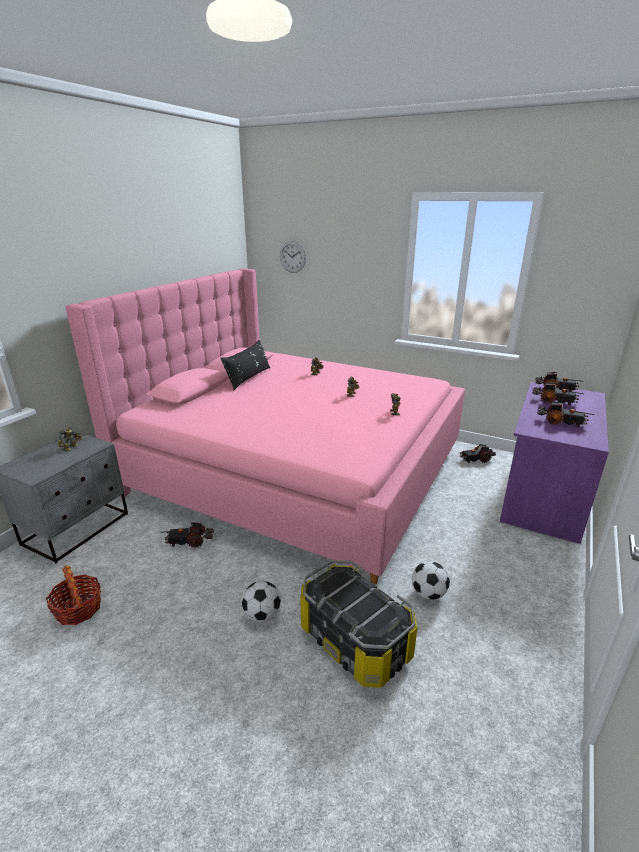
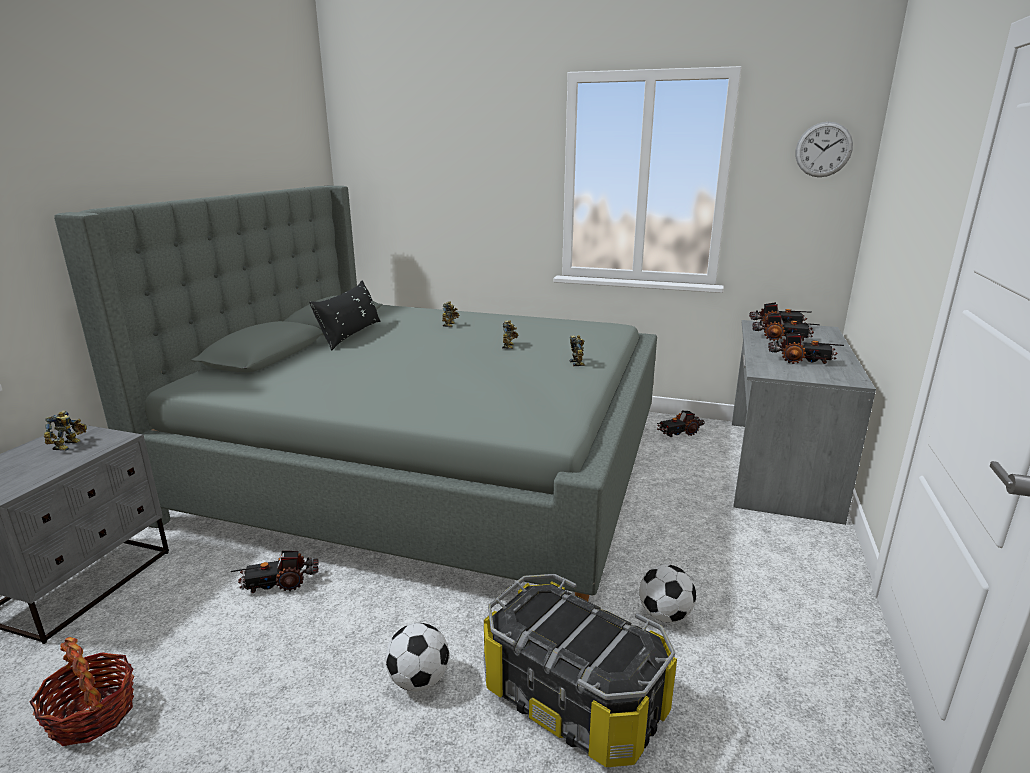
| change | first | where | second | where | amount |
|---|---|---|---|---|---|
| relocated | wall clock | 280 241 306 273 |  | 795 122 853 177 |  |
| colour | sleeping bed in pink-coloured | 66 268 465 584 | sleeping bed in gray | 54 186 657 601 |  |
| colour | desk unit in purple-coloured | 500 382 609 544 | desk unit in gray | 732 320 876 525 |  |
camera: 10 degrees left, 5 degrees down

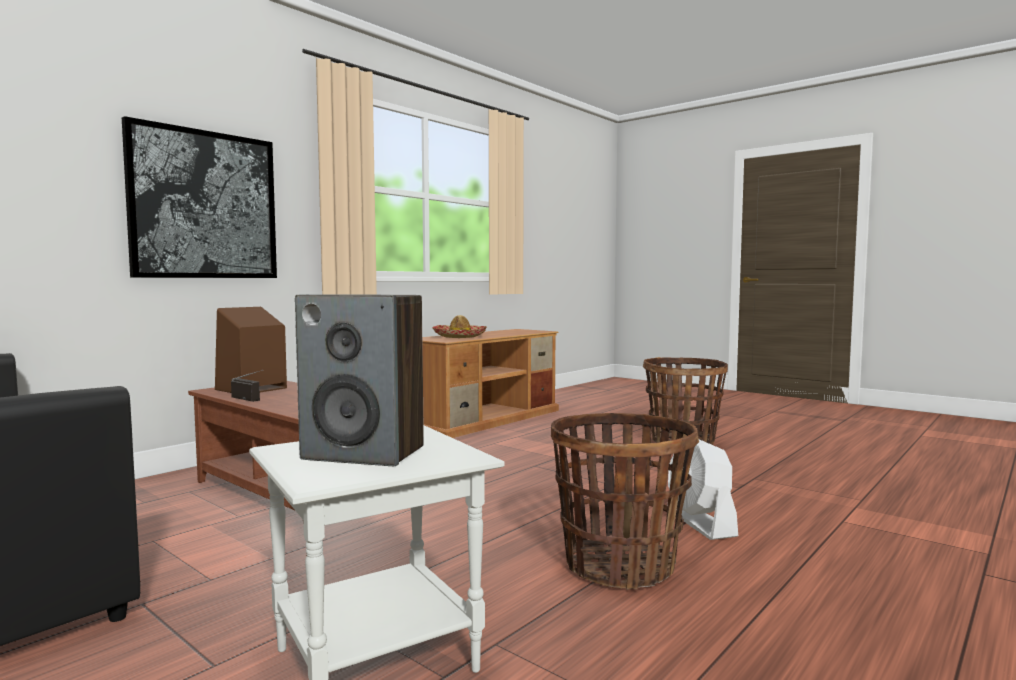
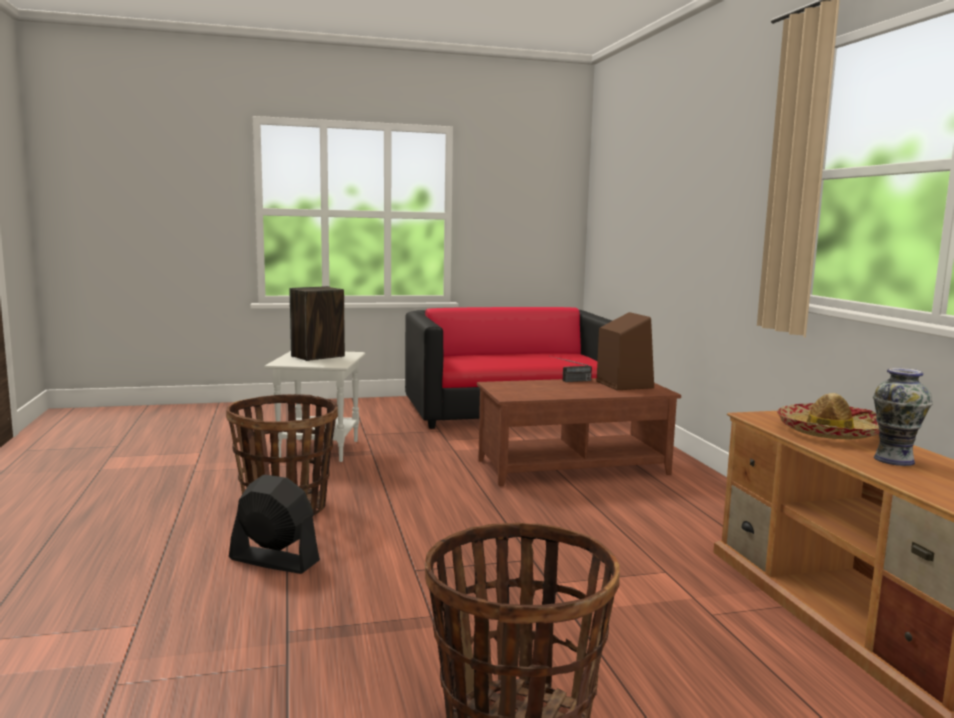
| change | first | where | second | where | amount |
|---|---|---|---|---|---|
| missing | wall picture | 122 116 277 278 |  |  |  |
| appeared |  |  | decorative vase | 873 368 933 466 |  |
| colour | electric fan in white | 667 439 738 540 | electric fan in black-coloured | 229 475 320 574 |  |
camera: 125 degrees right, 5 degrees up

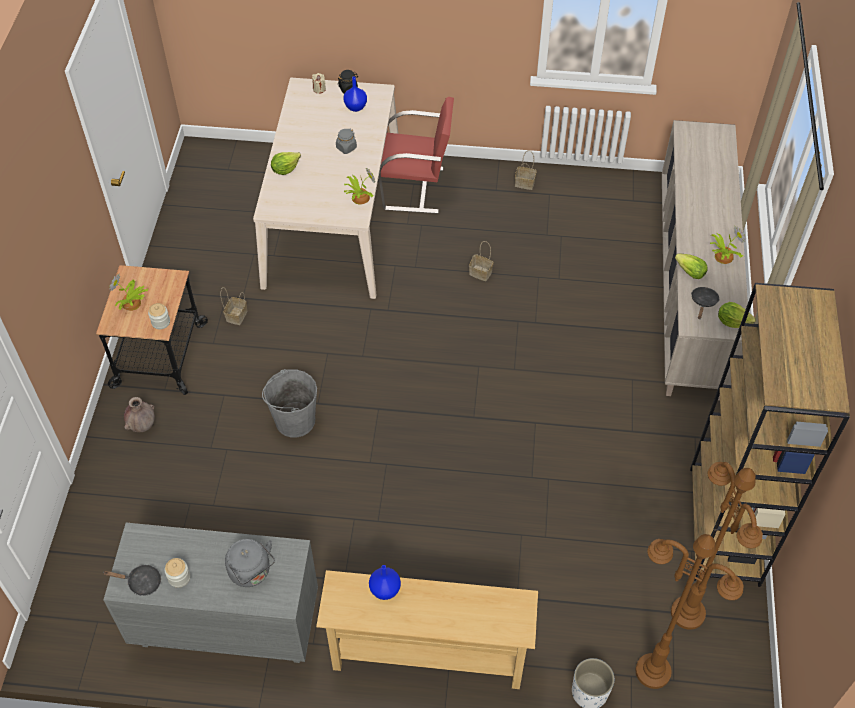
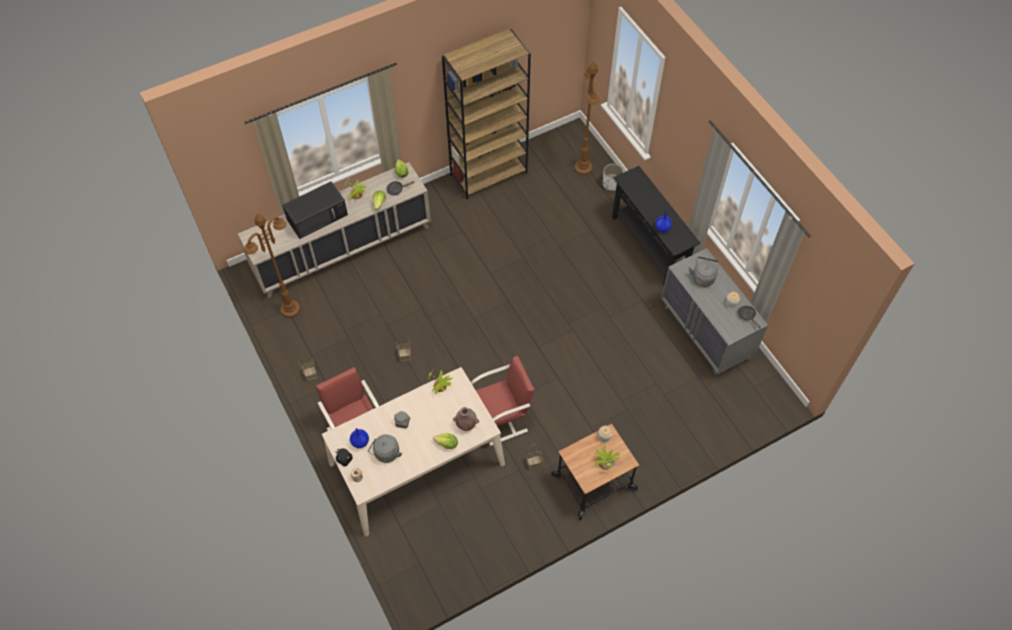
| change | first | where | second | where | amount |
|---|---|---|---|---|---|
| missing | bucket in gray | 262 369 317 438 |  |  |  |
| appeared |  |  | kitchen microwave in black-coloured | 282 181 348 239 |  |
| appeared |  |  | kettle in gray | 368 434 402 463 |  |
| appeared |  |  | plain chair in red-coloured | 471 356 535 446 |  |
| relocated | decorative vase in brown | 124 397 155 432 |  | 453 407 479 431 |  |
| relocated | standing lamp in brown | 671 462 763 630 |  | 244 214 300 318 |  |
| colour | hall table in sand-coloured | 316 570 538 689 | hall table in black-coloured | 612 166 700 286 |  |
camera: 125 degrees left, 5 degrees up

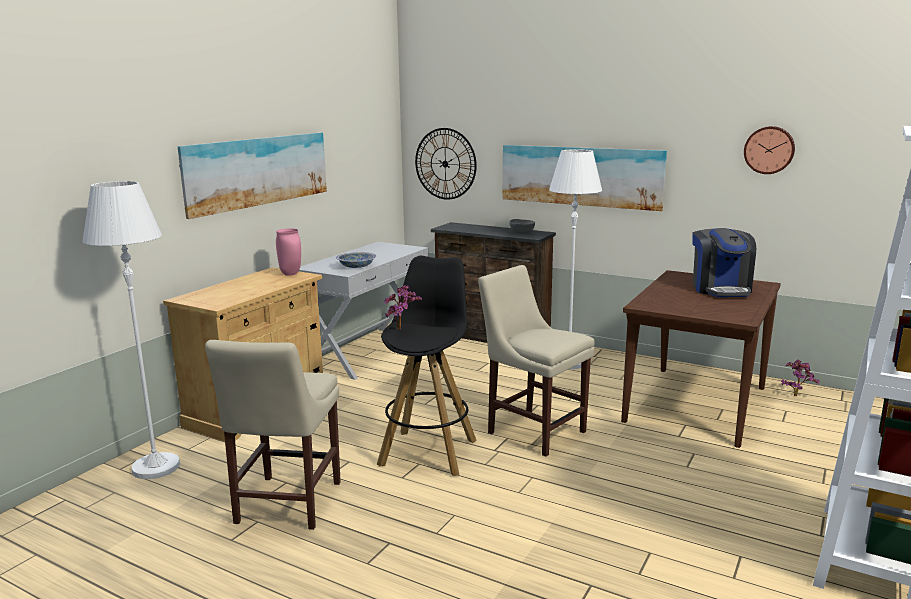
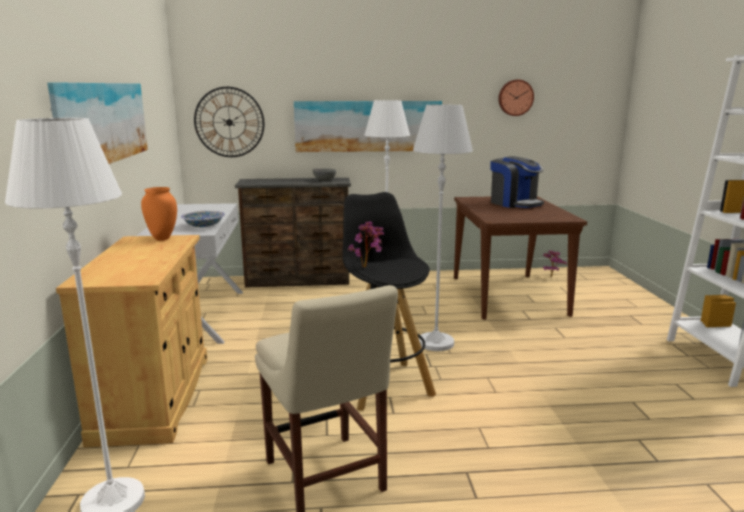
| change | first | where | second | where | amount |
|---|---|---|---|---|---|
| exchanged | plain chair in sand-coloured | 478 265 595 457 | standing lamp in white | 413 104 473 351 |  |
| colour | decorative vase in pink-coloured | 276 228 301 276 | decorative vase in orangey | 141 187 177 241 |  |
camera: 35 degrees left, 0 degrees up

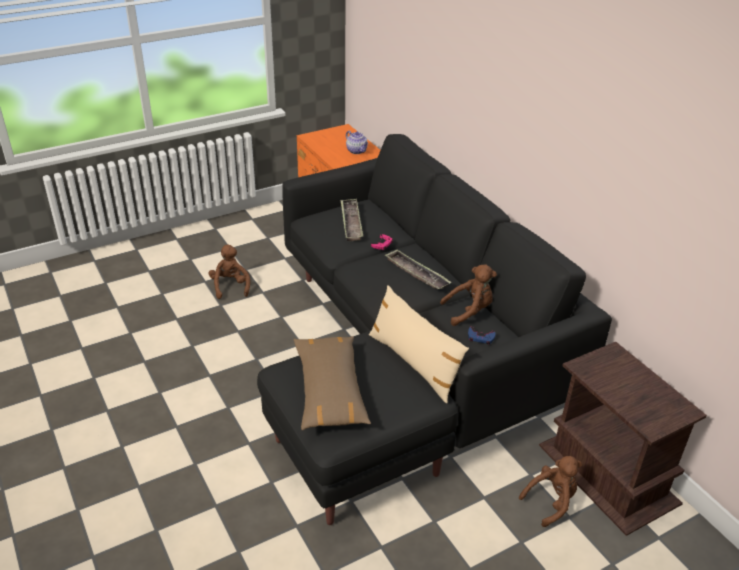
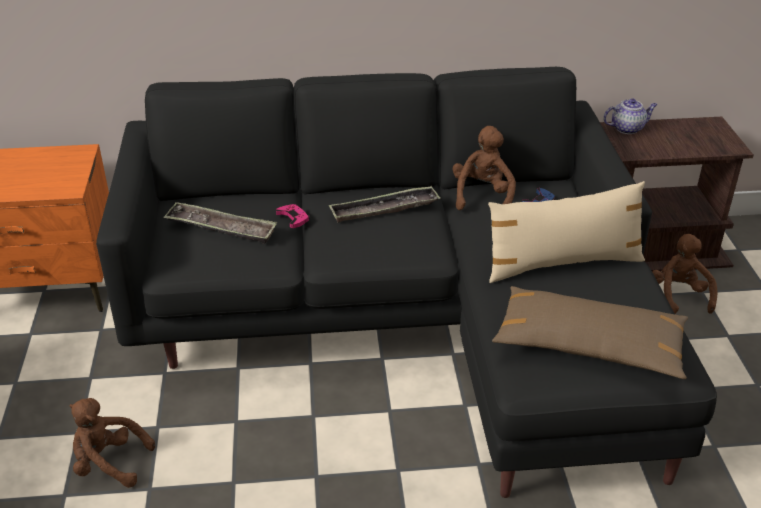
| change | first | where | second | where | amount |
|---|---|---|---|---|---|
| relocated | teapot | 346 131 368 154 |  | 603 98 657 134 |  |
camera: 65 degrees left, 0 degrees up

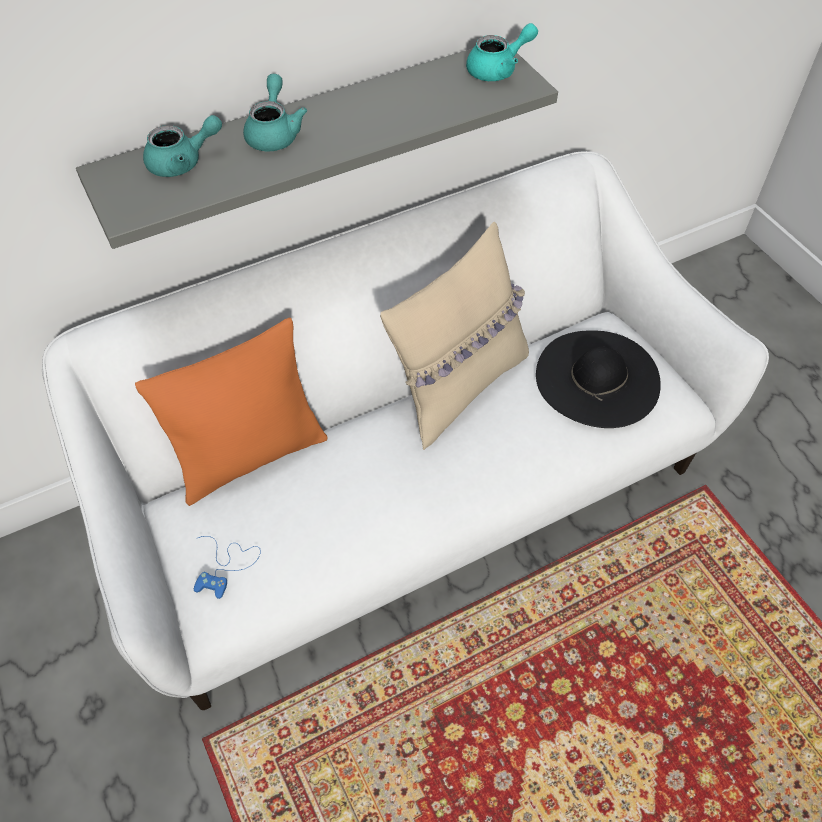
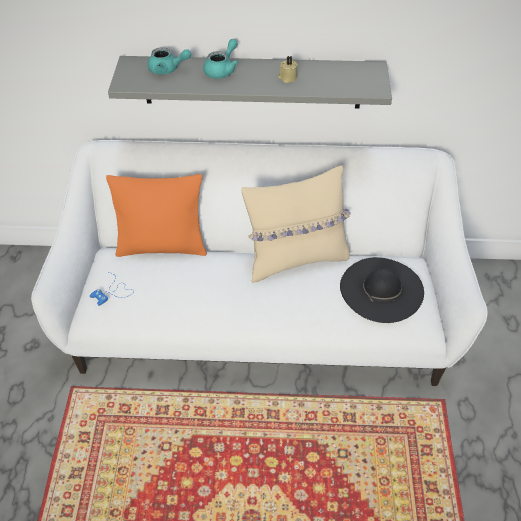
| change | first | where | second | where | amount |
|---|---|---|---|---|---|
| missing | teapot in blue-green | 466 23 538 81 |  |  |  |
| appeared |  |  | wax light in sand-coloured | 278 56 298 83 |  |
camera: 30 degrees right, 5 degrees down

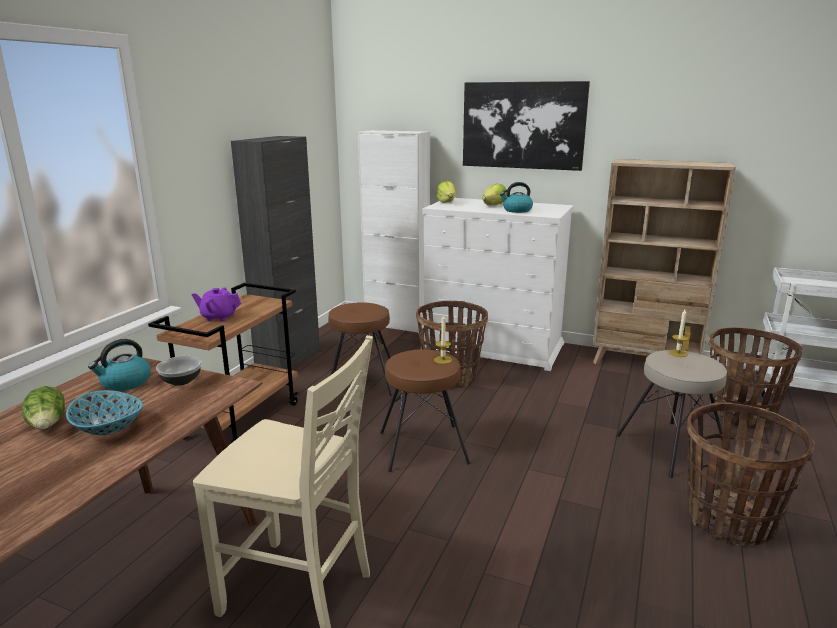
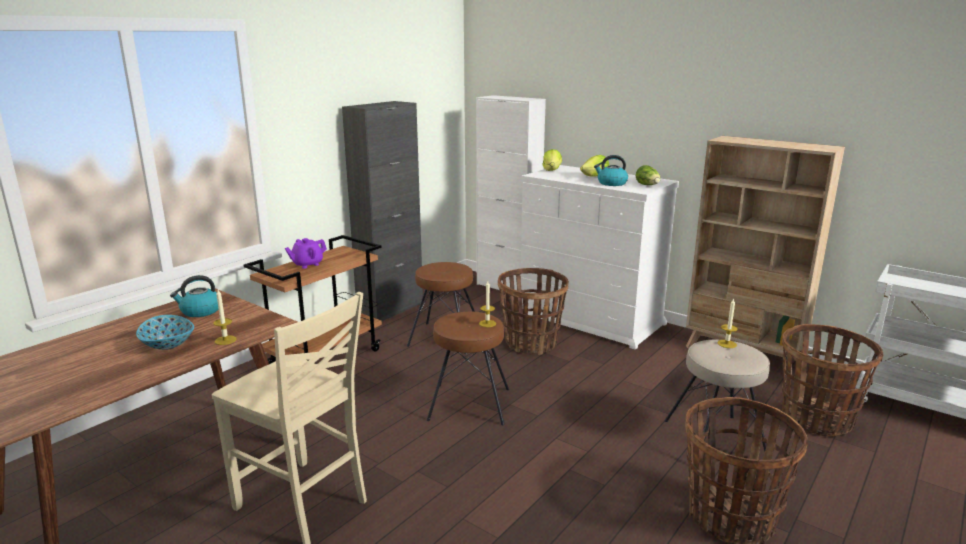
| change | first | where | second | where | amount |
|---|---|---|---|---|---|
| missing | deep dish | 156 356 202 386 |  |  |  |
| missing | wall picture | 463 81 590 171 |  |  |  |
| appeared |  |  | wax light | 214 290 237 345 |  |
| relocated | lettuce head | 22 386 65 430 |  | 636 165 660 185 |  |
| spun | teapot in purple-coloured | 192 287 241 322 |  | 285 238 327 269 | 60 degrees counterclockwise |
camera: 15 degrees right, 0 degrees up

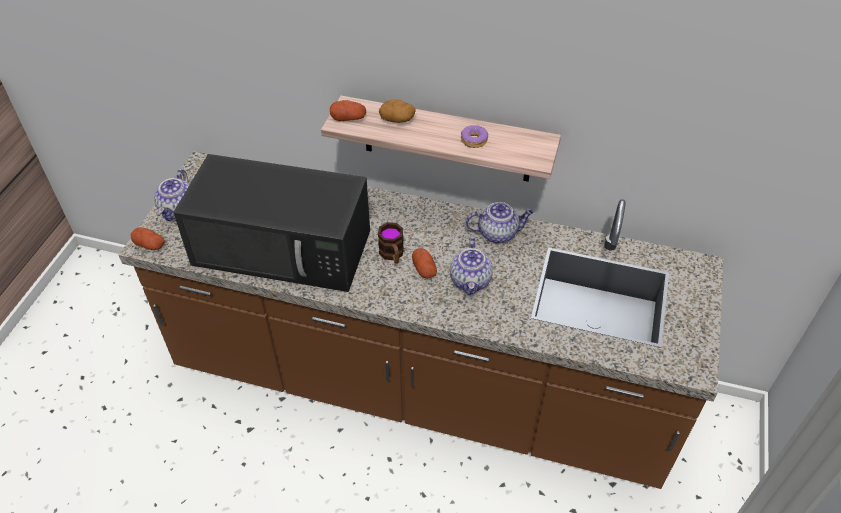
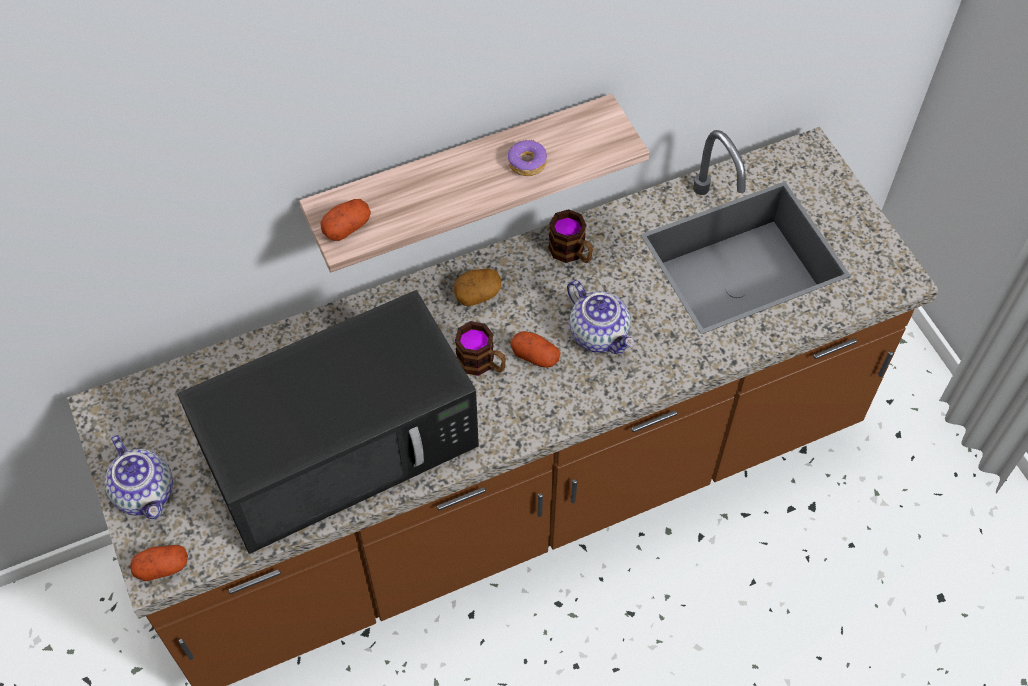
| change | first | where | second | where | amount |
|---|---|---|---|---|---|
| relocated | whole potato | 379 100 416 123 |  | 453 268 502 306 |  |
| exchanged | teapot | 466 202 533 243 | tea mug | 548 209 593 263 |  |
camera: 40 degrees left, 10 degrees up

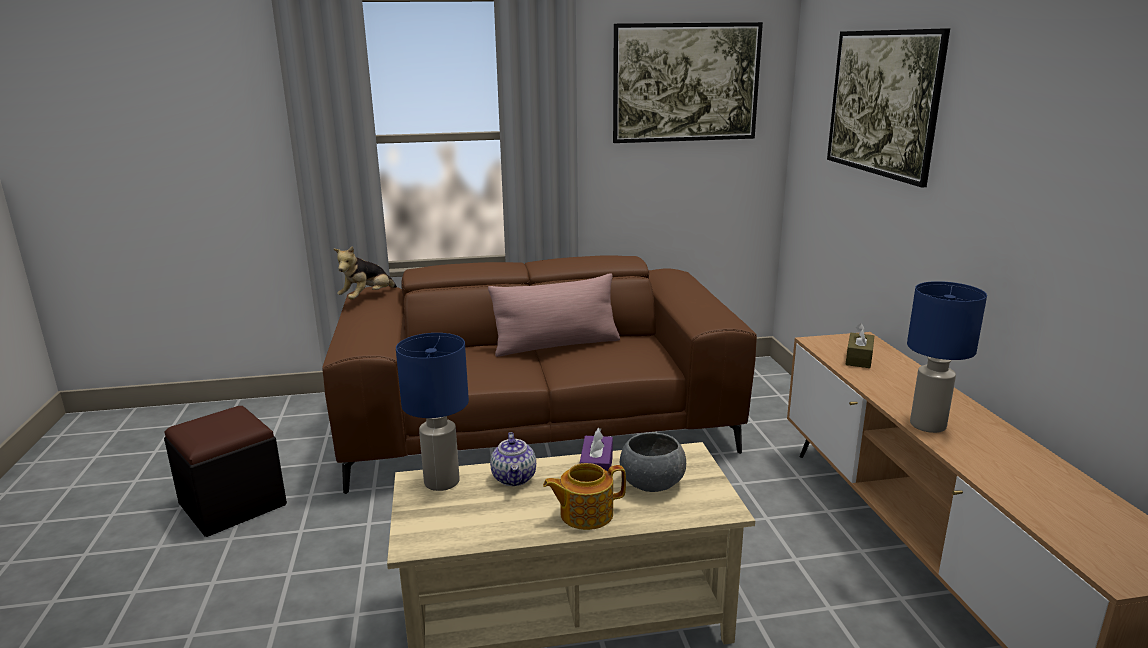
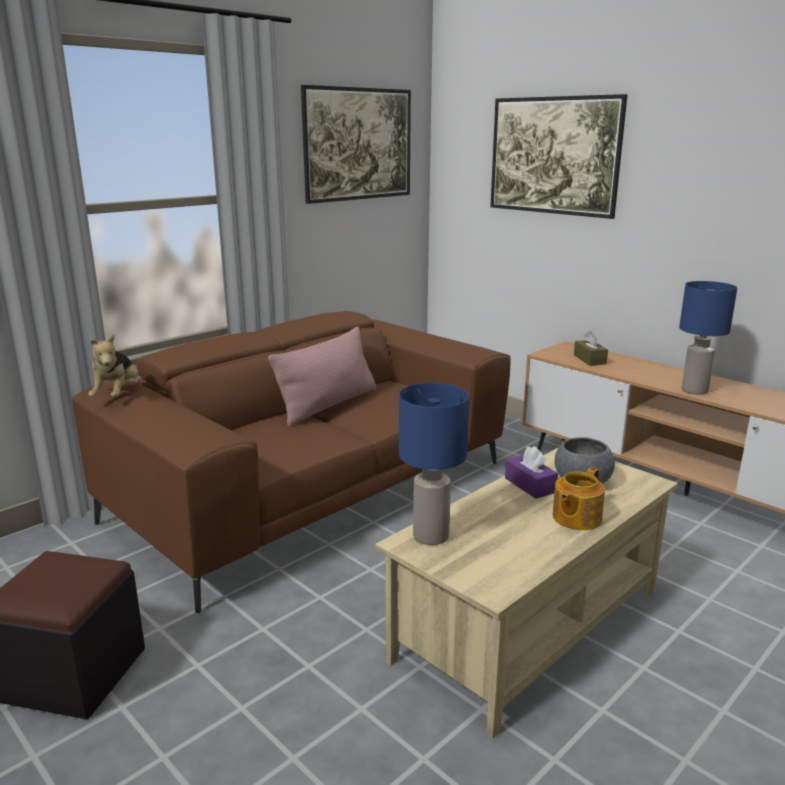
| change | first | where | second | where | amount |
|---|---|---|---|---|---|
| missing | teapot | 490 432 536 486 |  |  |  |
camera: 35 degrees left, 0 degrees up

